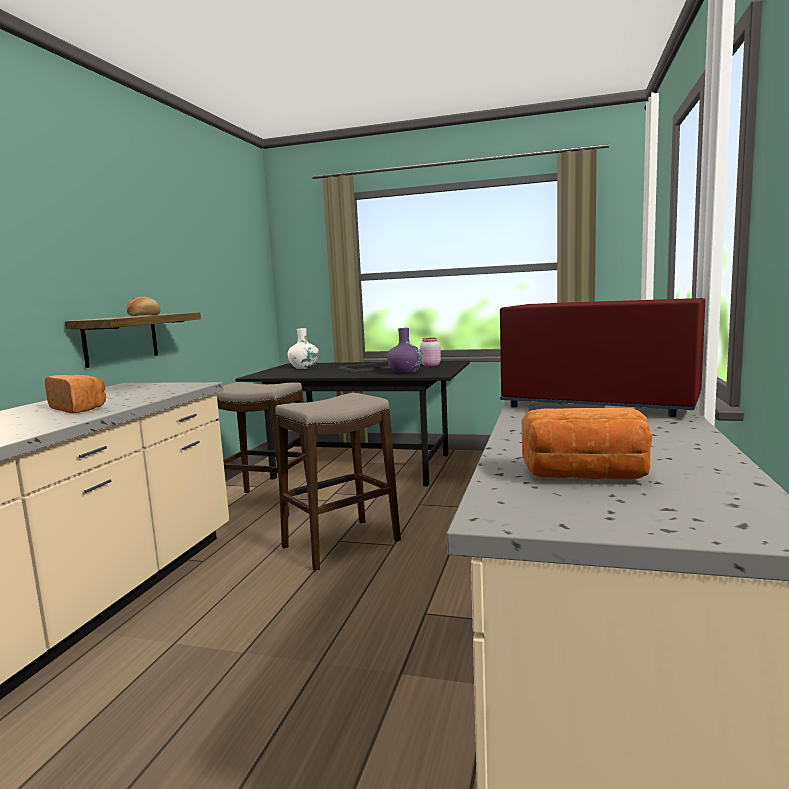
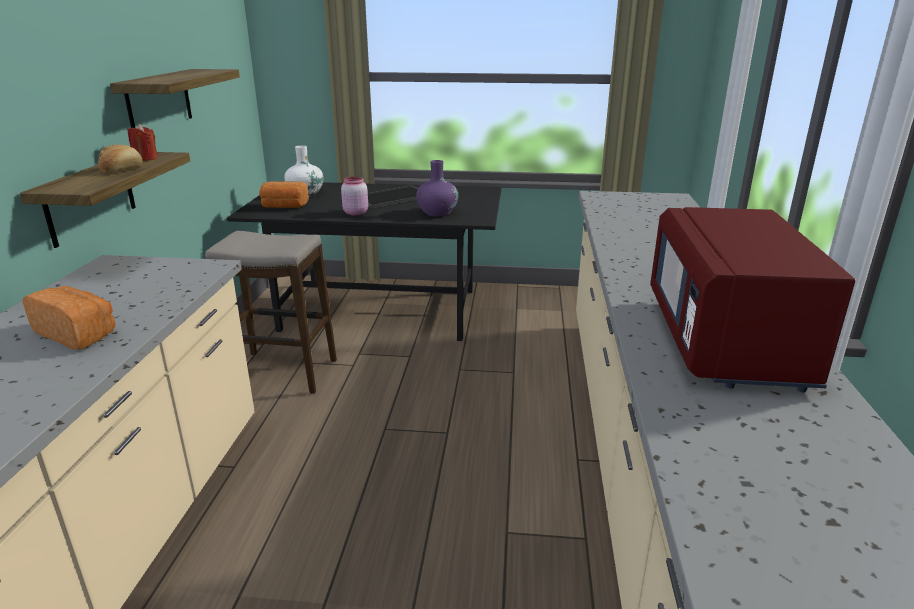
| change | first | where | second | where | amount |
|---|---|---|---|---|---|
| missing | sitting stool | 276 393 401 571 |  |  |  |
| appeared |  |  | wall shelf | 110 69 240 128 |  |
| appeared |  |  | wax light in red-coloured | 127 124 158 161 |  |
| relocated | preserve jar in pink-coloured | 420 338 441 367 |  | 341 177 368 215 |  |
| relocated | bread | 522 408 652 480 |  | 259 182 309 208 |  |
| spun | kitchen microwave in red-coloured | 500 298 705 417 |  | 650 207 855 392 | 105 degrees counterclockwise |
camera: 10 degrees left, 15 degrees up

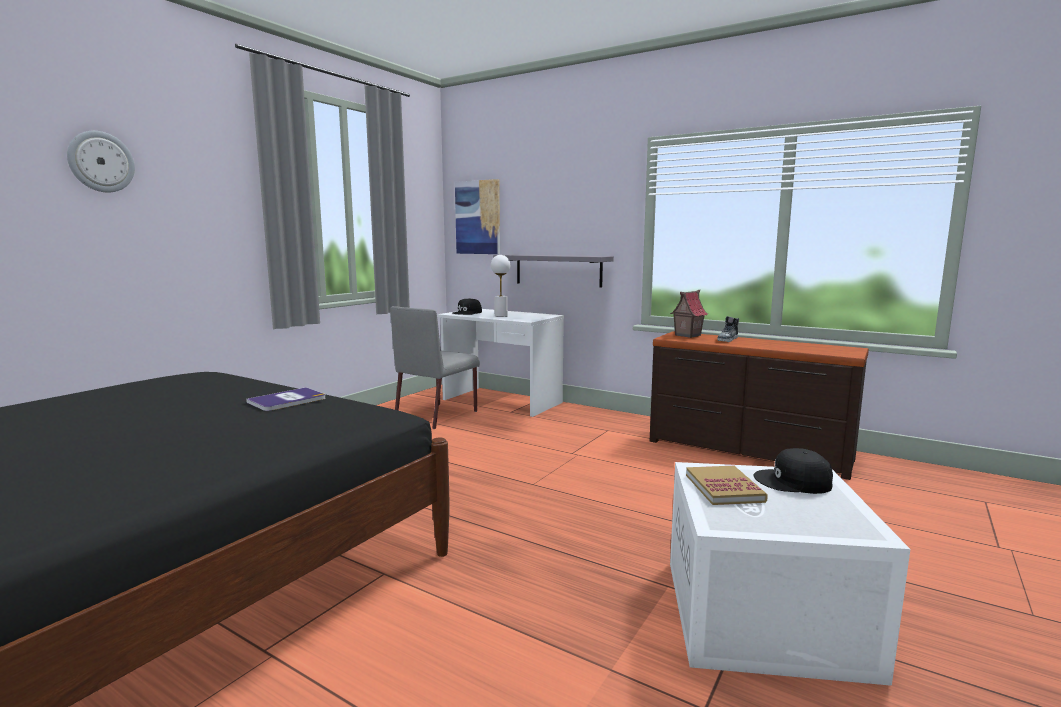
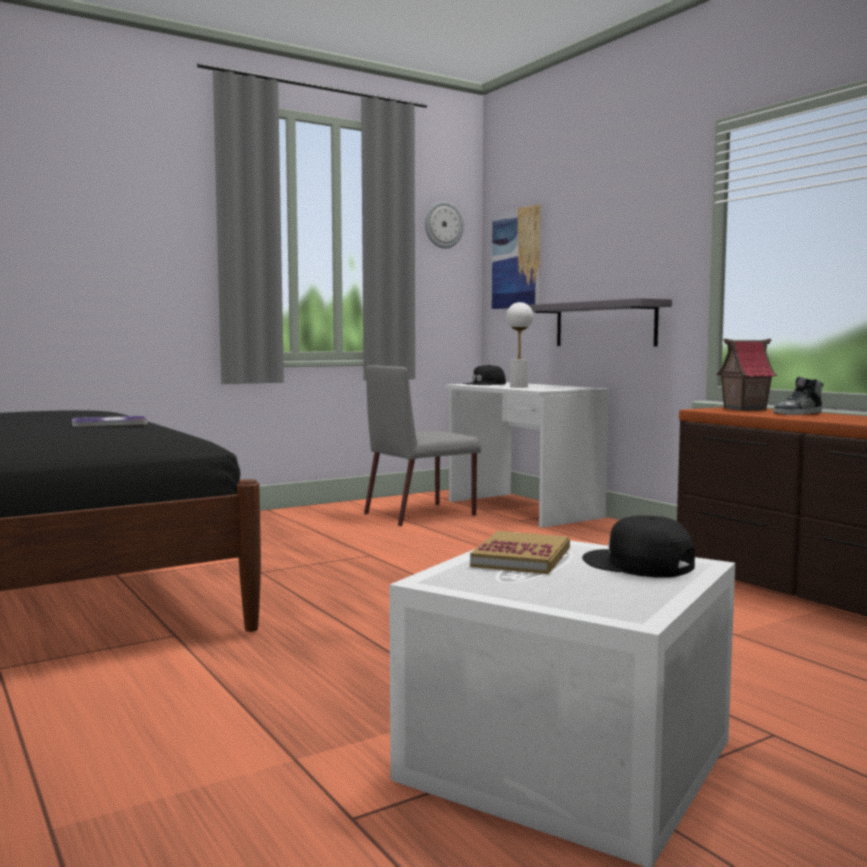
| change | first | where | second | where | amount |
|---|---|---|---|---|---|
| relocated | wall clock | 67 131 135 192 |  | 425 201 464 249 |  |
camera: 25 degrees right, 5 degrees down

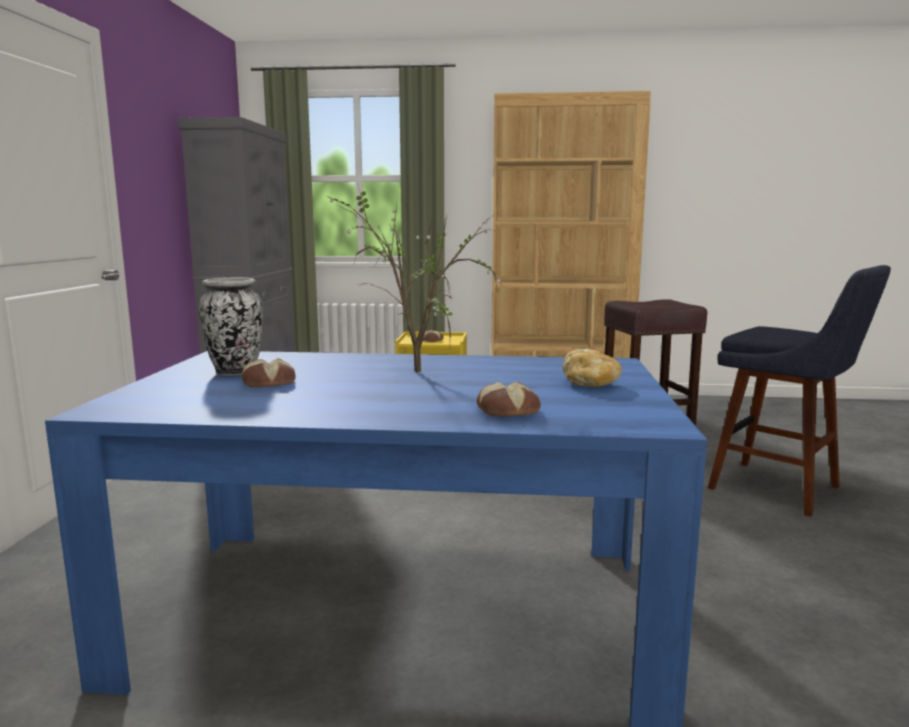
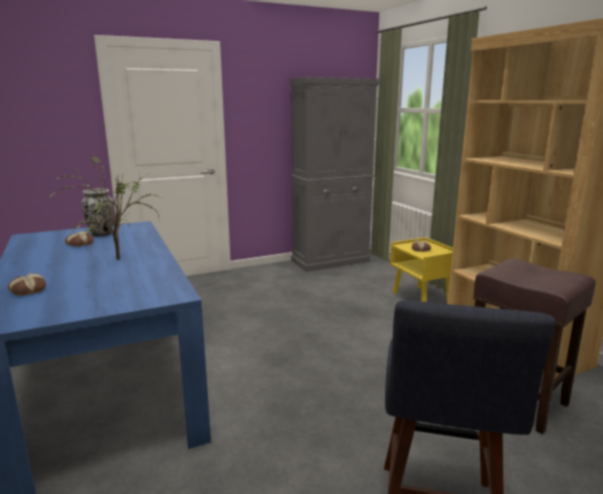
| change | first | where | second | where | amount |
|---|---|---|---|---|---|
| missing | bread | 563 349 622 387 |  |  |  |
camera: 60 degrees right, 5 degrees up

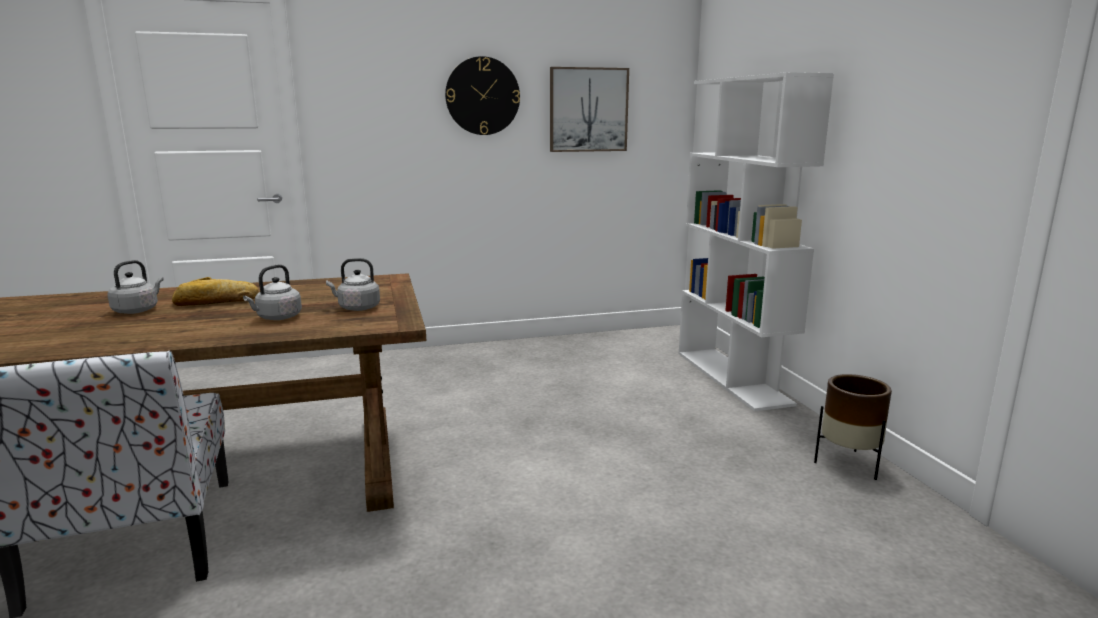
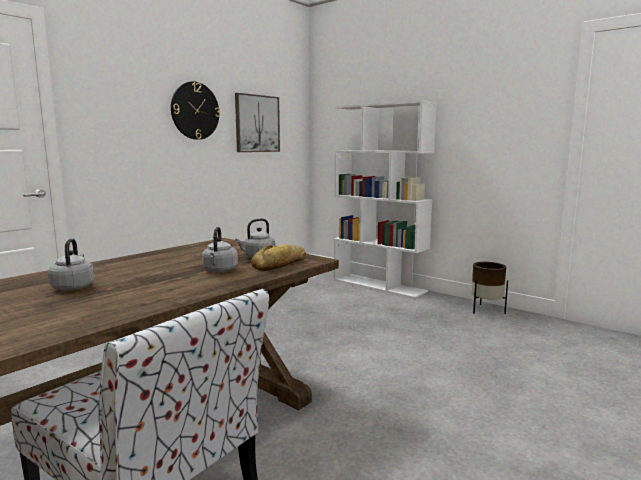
| change | first | where | second | where | amount |
|---|---|---|---|---|---|
| relocated | bread | 172 277 259 306 |  | 251 244 306 271 |  |
camera: 35 degrees left, 5 degrees down

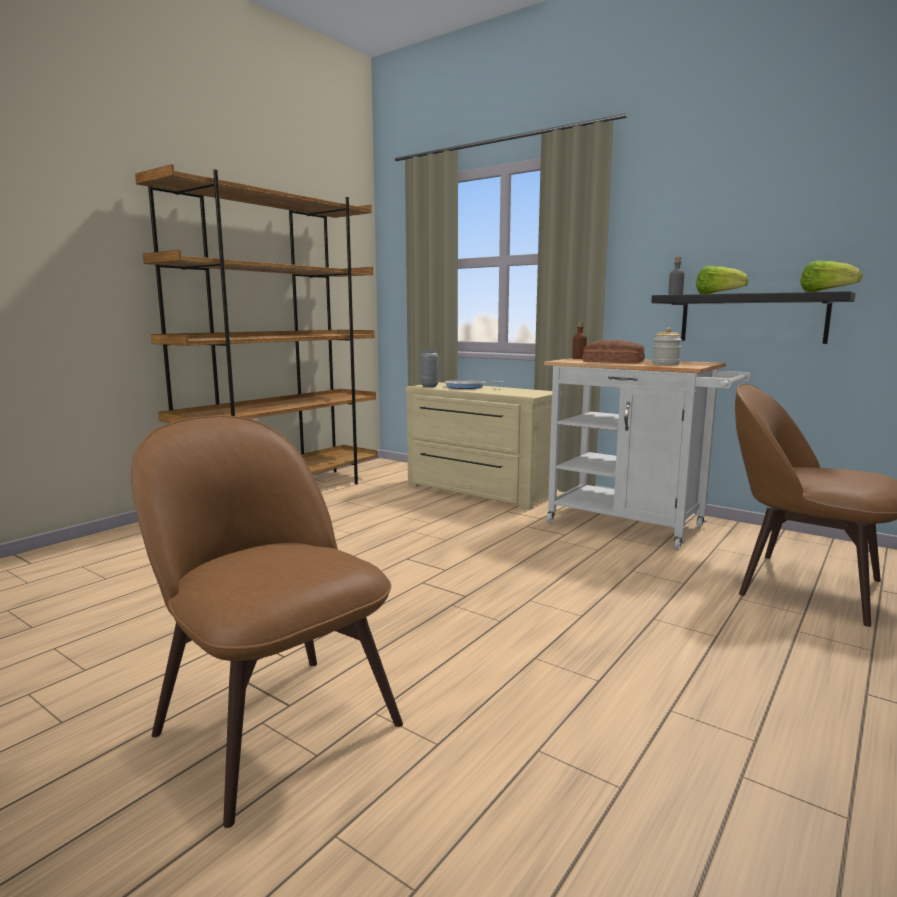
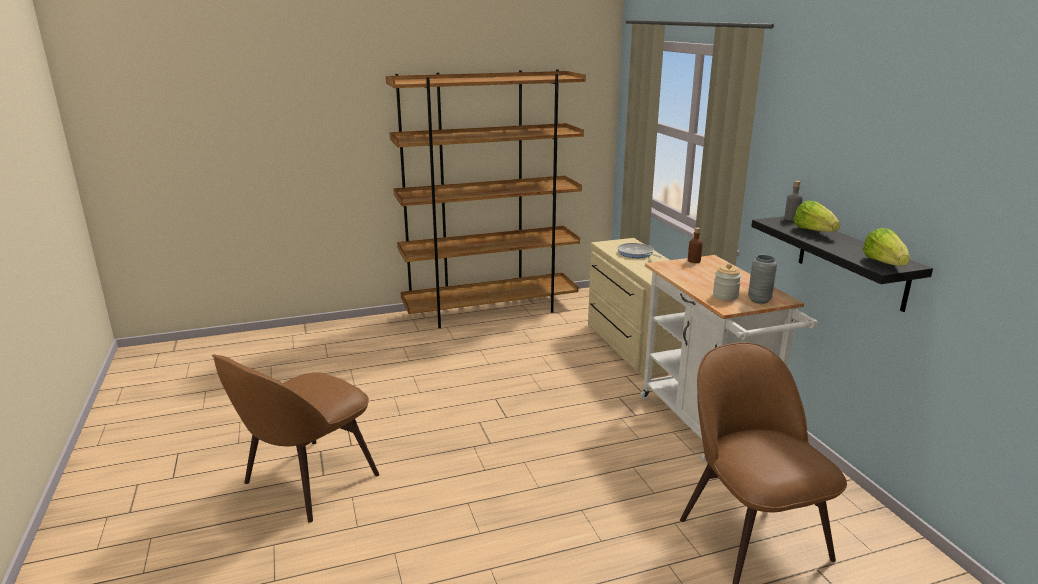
| change | first | where | second | where | amount |
|---|---|---|---|---|---|
| missing | bread | 582 339 645 363 |  |  |  |
| relocated | decorative vase in gray | 420 350 439 387 |  | 748 255 777 304 |  |
| spun | plain chair in brown | 131 415 403 828 |  | 212 354 379 523 | 135 degrees counterclockwise |
camera: 35 degrees right, 10 degrees up

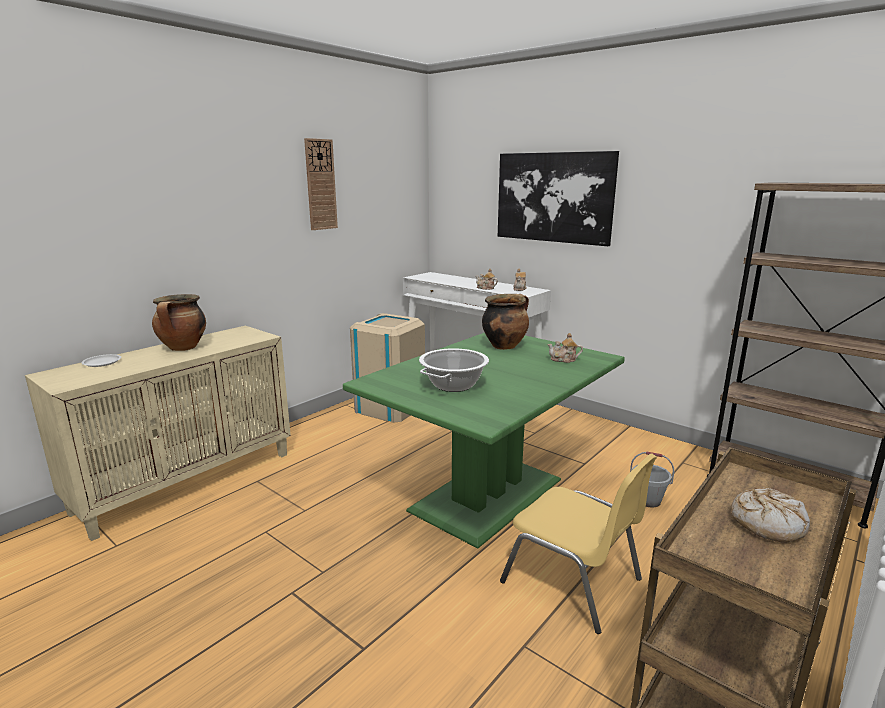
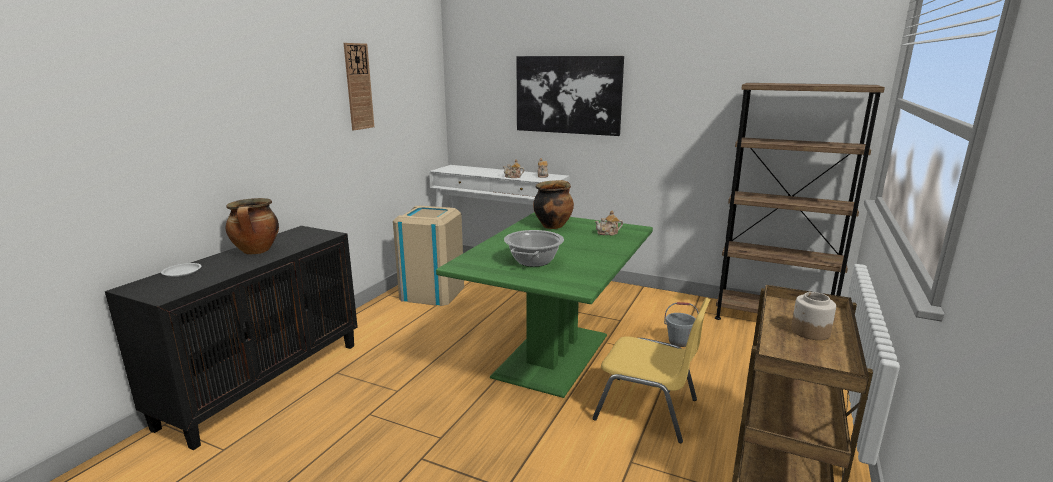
| change | first | where | second | where | amount |
|---|---|---|---|---|---|
| exchanged | bread | 731 488 810 543 | preserve jar | 791 292 836 340 |  |
| colour | cupboard in sand-coloured | 25 326 291 541 | cupboard in black-coloured | 105 226 358 450 |  |
camera: 15 degrees left, 0 degrees up

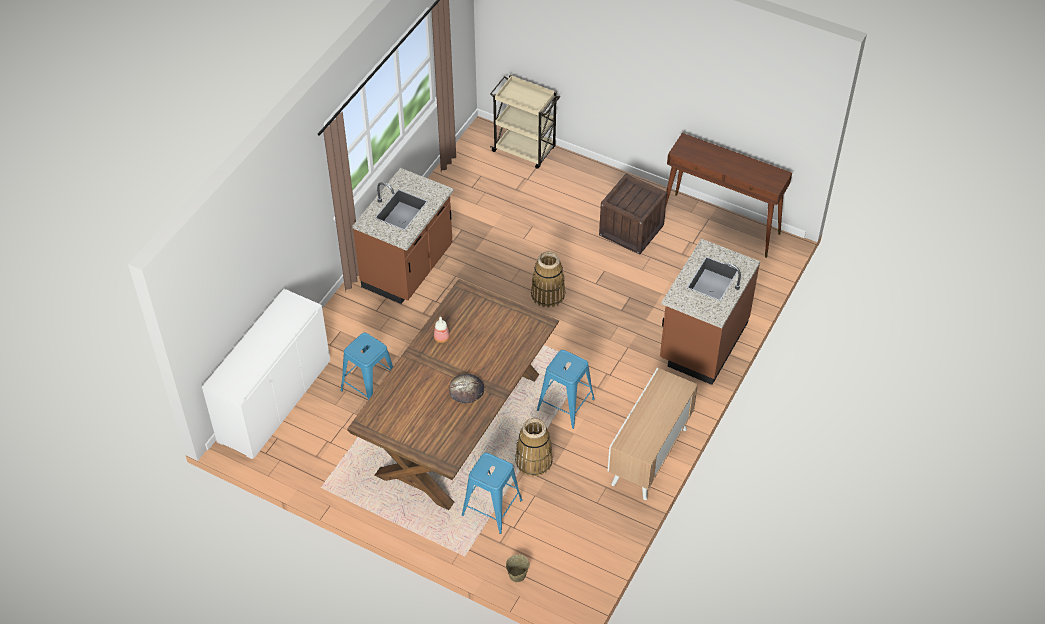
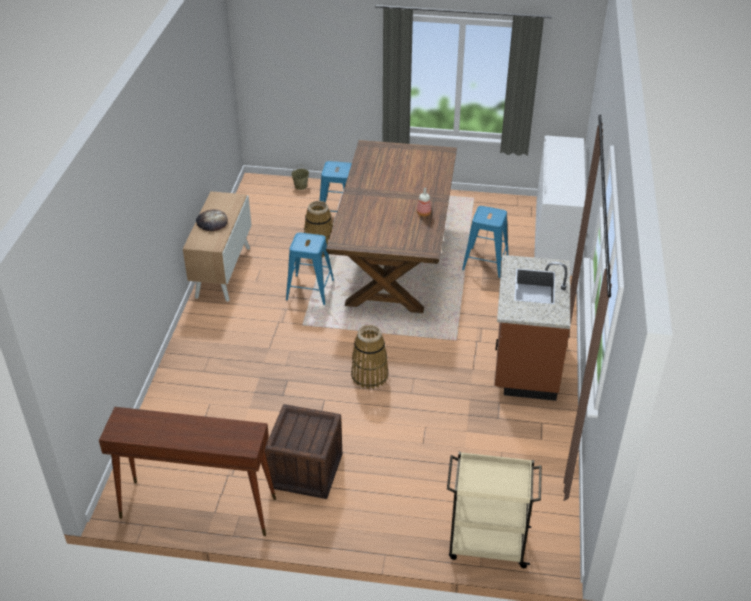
| change | first | where | second | where | amount |
|---|---|---|---|---|---|
| missing | counter in brown | 660 239 760 385 |  |  |  |
| relocated | bread | 449 374 484 404 |  | 196 209 228 231 |  |
camera: 160 degrees right, 10 degrees down

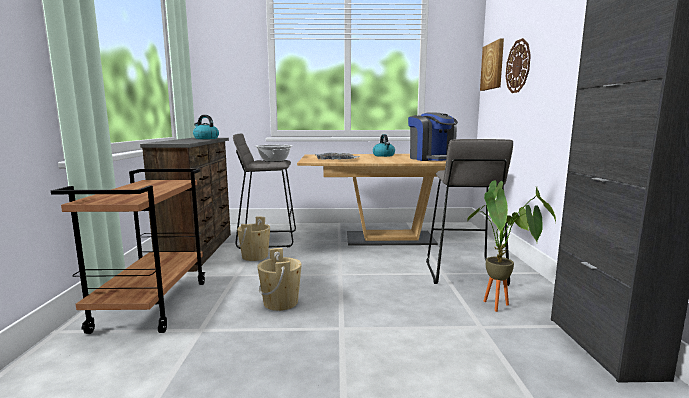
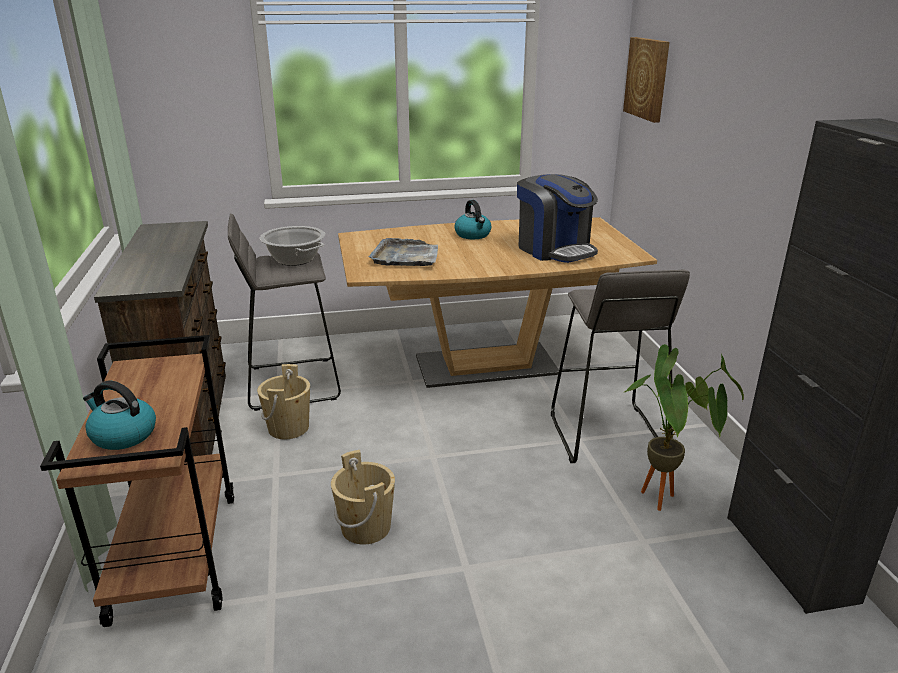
| change | first | where | second | where | amount |
|---|---|---|---|---|---|
| missing | wall clock | 506 38 531 93 |  |  |  |
| relocated | kettle | 193 115 219 139 |  | 83 381 156 450 |  |
camera: 10 degrees left, 15 degrees up

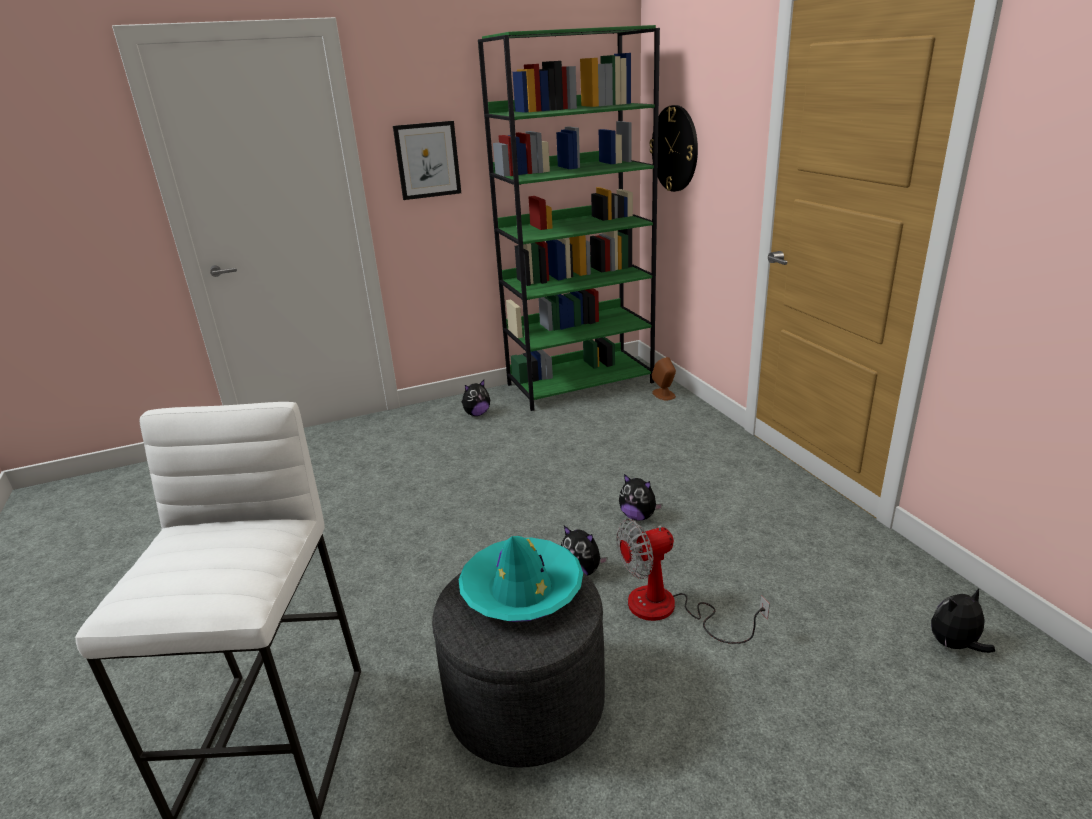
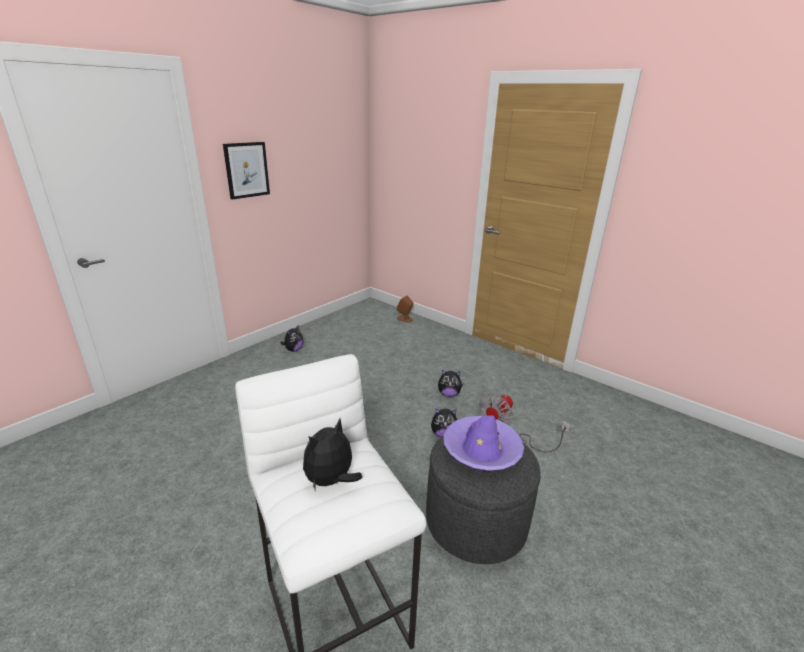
| change | first | where | second | where | amount |
|---|---|---|---|---|---|
| missing | bookcase in green-coloured | 478 25 660 411 |  |  |  |
| missing | wall clock | 650 105 698 192 |  |  |  |
| relocated | cuddly toy | 931 588 995 653 |  | 303 419 362 489 |  |
| colour | wearable hat in blue-green | 458 536 583 622 | wearable hat in purple-coloured | 443 415 524 471 |  |
camera: 30 degrees left, 0 degrees up

